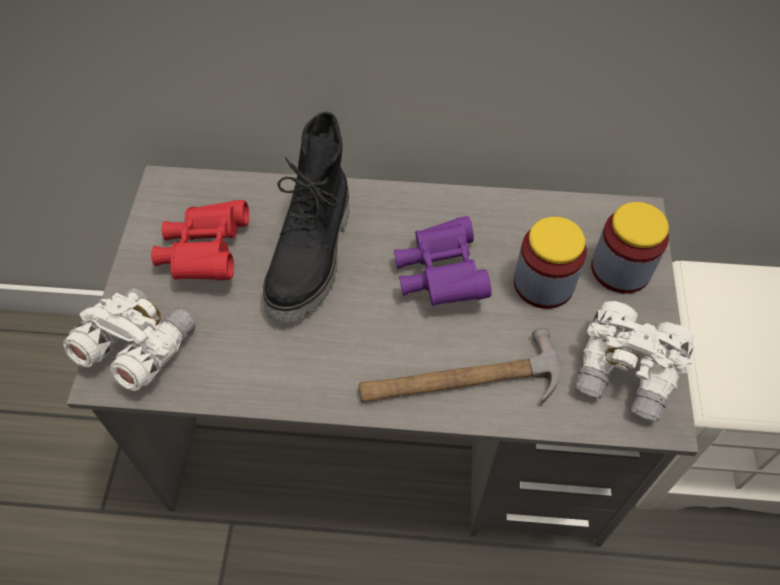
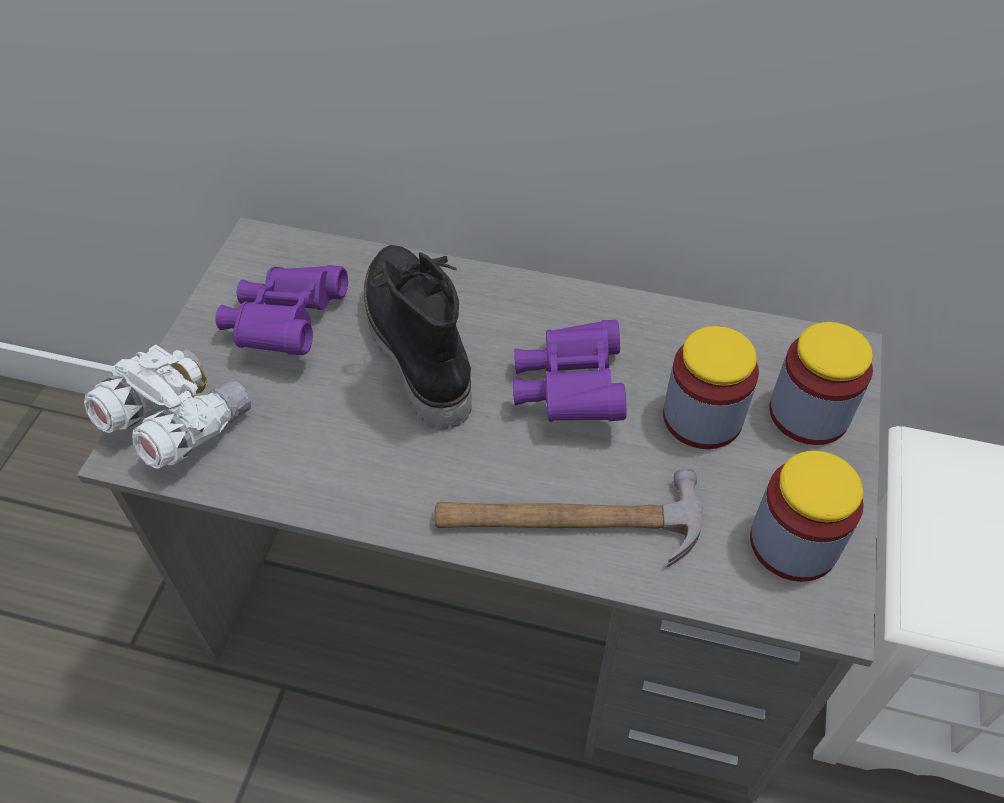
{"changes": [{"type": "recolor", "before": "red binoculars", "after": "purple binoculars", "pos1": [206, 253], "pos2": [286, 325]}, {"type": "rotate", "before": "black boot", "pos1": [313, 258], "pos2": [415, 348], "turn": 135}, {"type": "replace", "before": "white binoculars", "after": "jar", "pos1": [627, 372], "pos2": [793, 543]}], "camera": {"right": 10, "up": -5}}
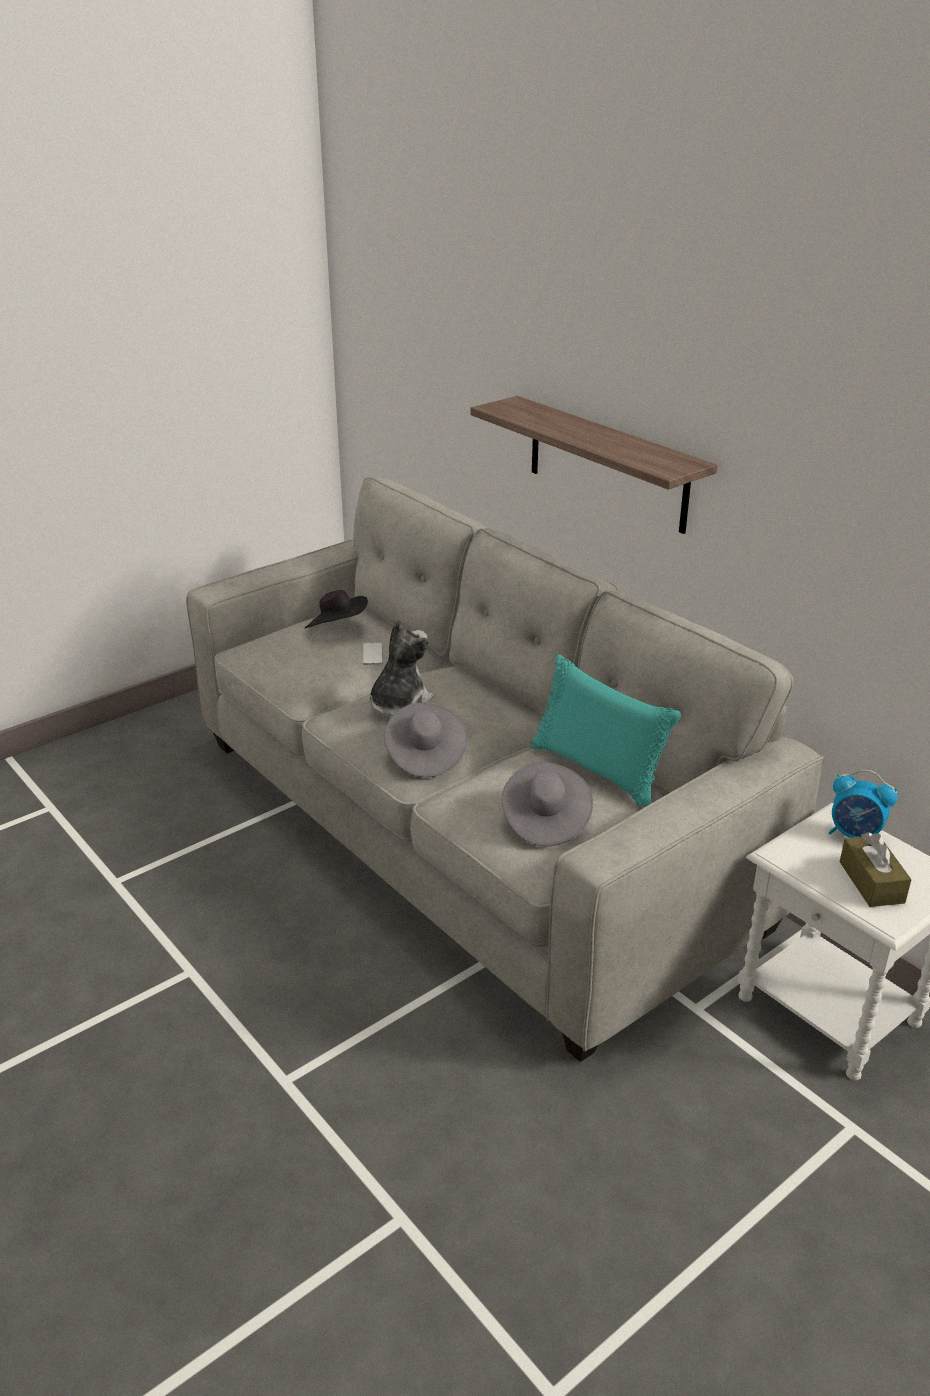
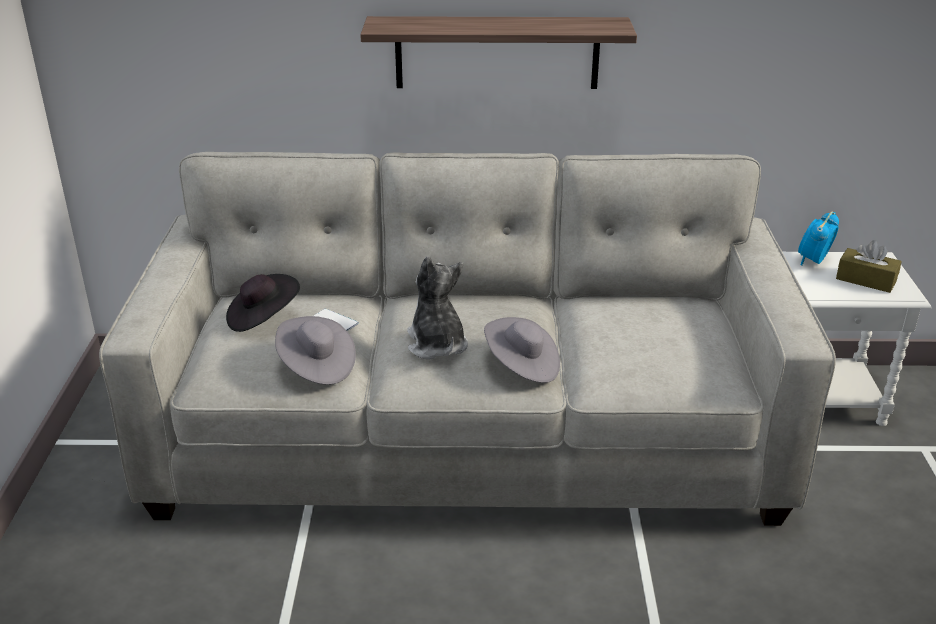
{"changes": [{"type": "move", "before": "grey hat", "pos1": [545, 820], "pos2": [316, 366]}, {"type": "delete", "before": "turquoise pillow", "pos1": [598, 770]}, {"type": "rotate", "before": "alarm clock", "pos1": [855, 835], "pos2": [813, 261], "turn": 150}], "camera": {"right": -50, "up": 0}}
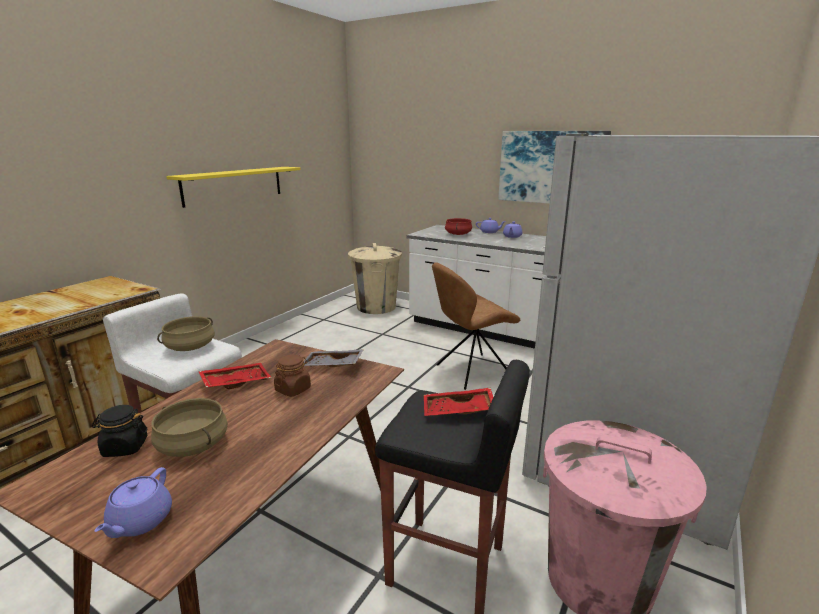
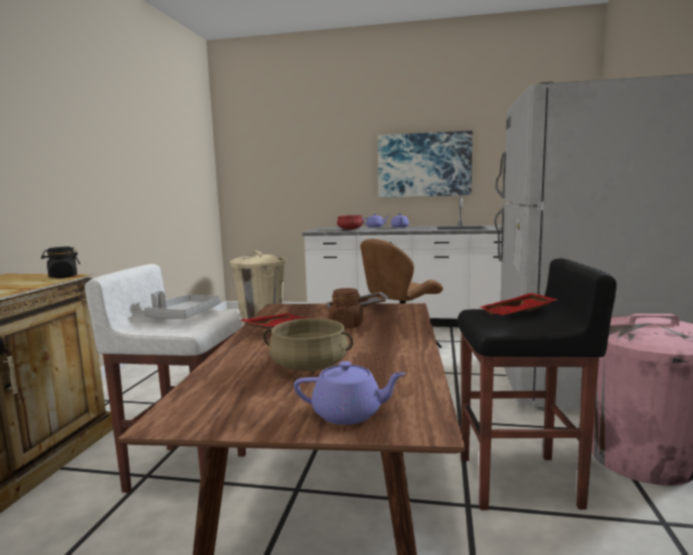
{"changes": [{"type": "move", "before": "black jar", "pos1": [125, 447], "pos2": [63, 276]}, {"type": "rotate", "before": "purple teapot", "pos1": [140, 521], "pos2": [349, 414], "turn": -75}, {"type": "replace", "before": "beige cooking pot", "after": "grey tray", "pos1": [190, 347], "pos2": [184, 316]}, {"type": "delete", "before": "yellow shelf", "pos1": [234, 185]}], "camera": {"right": -20, "up": -10}}
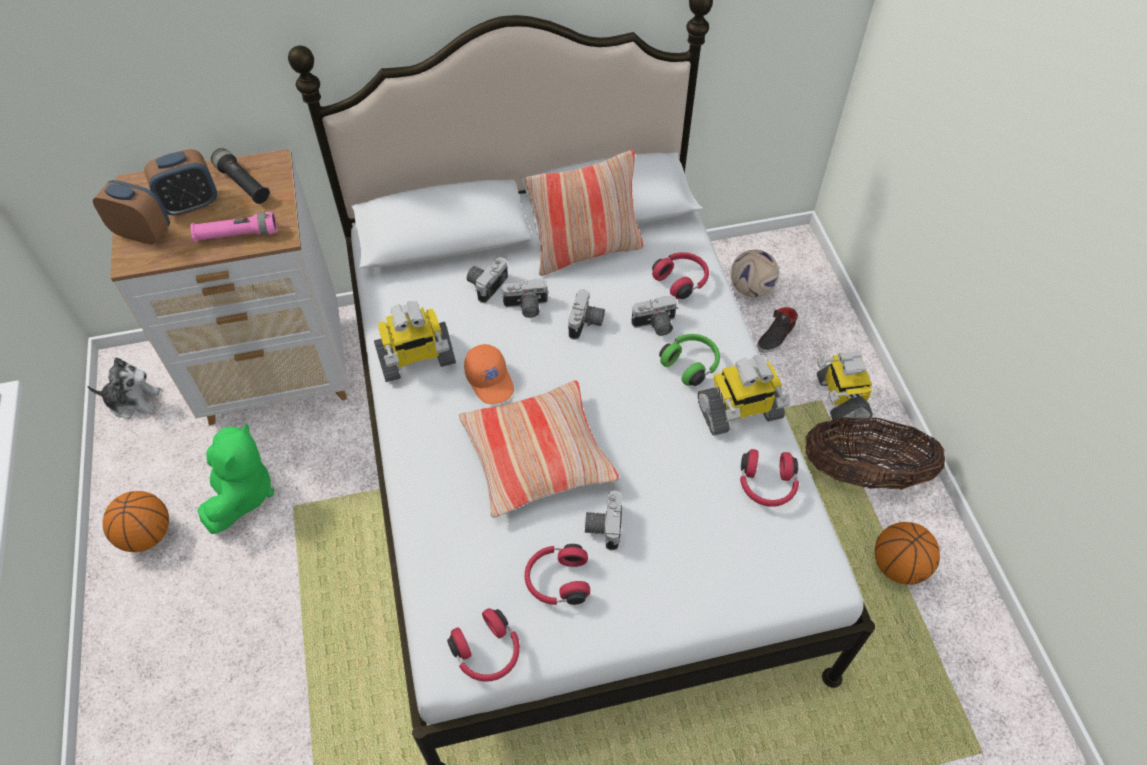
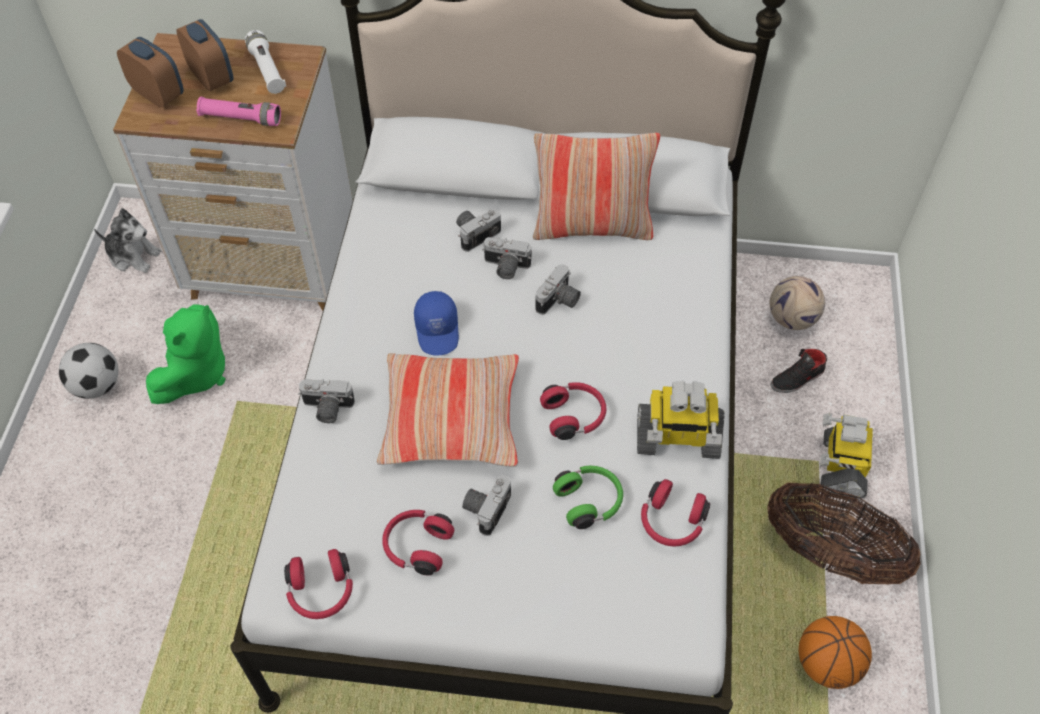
{"changes": [{"type": "replace", "before": "basketball", "after": "football", "pos1": [147, 534], "pos2": [97, 385]}, {"type": "rotate", "before": "alarm clock", "pos1": [191, 204], "pos2": [212, 78], "turn": -120}, {"type": "recolor", "before": "black flashlight", "after": "white flashlight", "pos1": [243, 184], "pos2": [267, 70]}, {"type": "delete", "before": "toy robot", "pos1": [416, 359]}, {"type": "recolor", "before": "orange cap", "after": "blue cap", "pos1": [490, 380], "pos2": [438, 330]}, {"type": "move", "before": "photo camera", "pos1": [655, 326], "pos2": [327, 409]}, {"type": "move", "before": "red headphones", "pos1": [681, 280], "pos2": [574, 416]}, {"type": "move", "before": "green headphones", "pos1": [691, 364], "pos2": [589, 501]}], "camera": {"right": 20, "up": 0}}
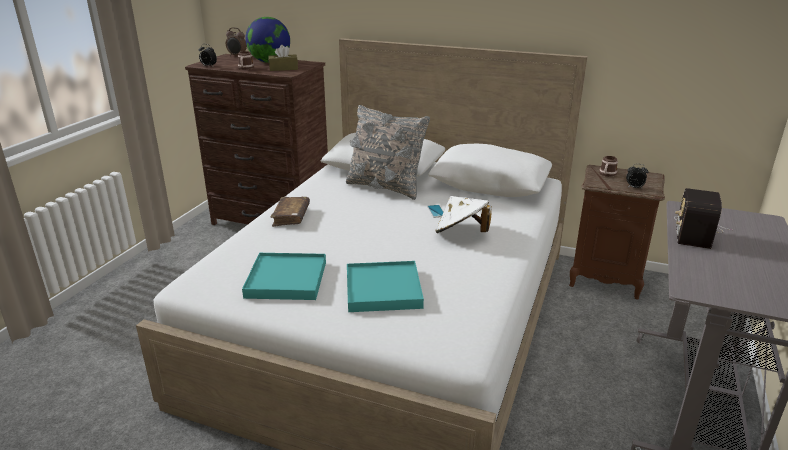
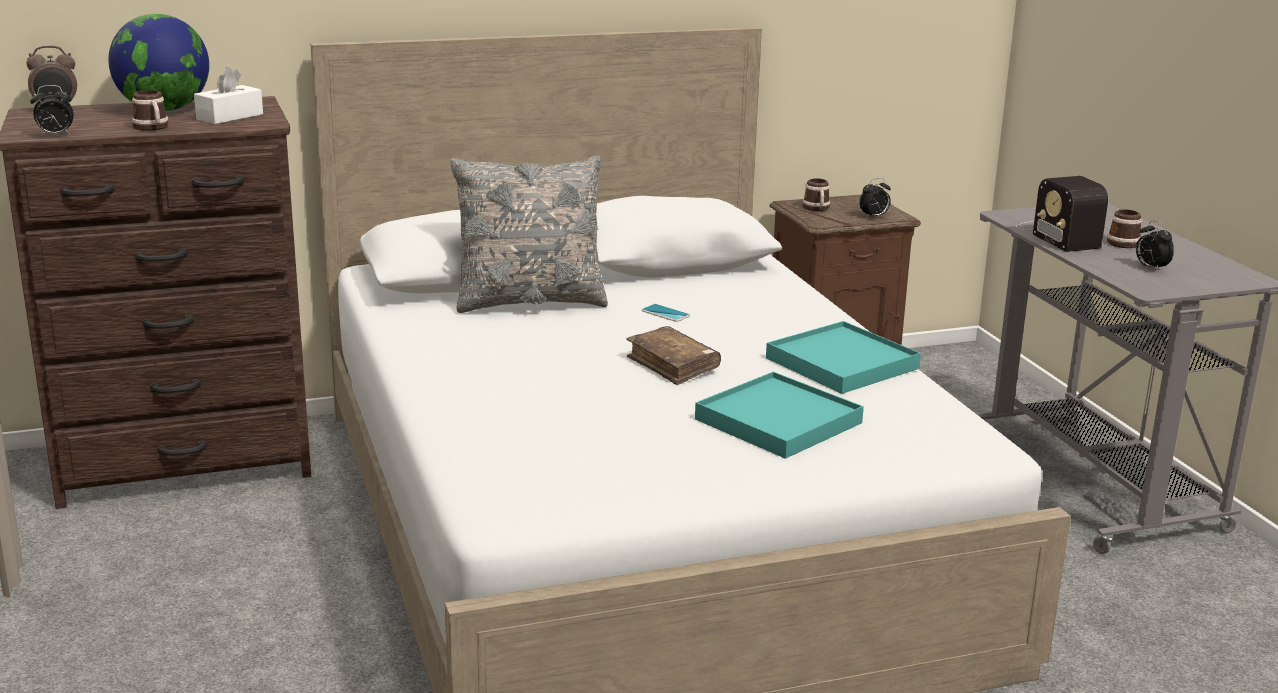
{"changes": [{"type": "move", "before": "turquoise tray", "pos1": [286, 279], "pos2": [841, 363]}, {"type": "recolor", "before": "brown tissue box", "after": "white tissue box", "pos1": [283, 68], "pos2": [230, 117]}, {"type": "move", "before": "brown book", "pos1": [291, 217], "pos2": [673, 365]}, {"type": "delete", "before": "white hat", "pos1": [461, 233]}, {"type": "insert", "after": "mug", "pos2": [1121, 242]}, {"type": "insert", "after": "alarm clock", "pos2": [1150, 268]}], "camera": {"right": -40, "up": -5}}
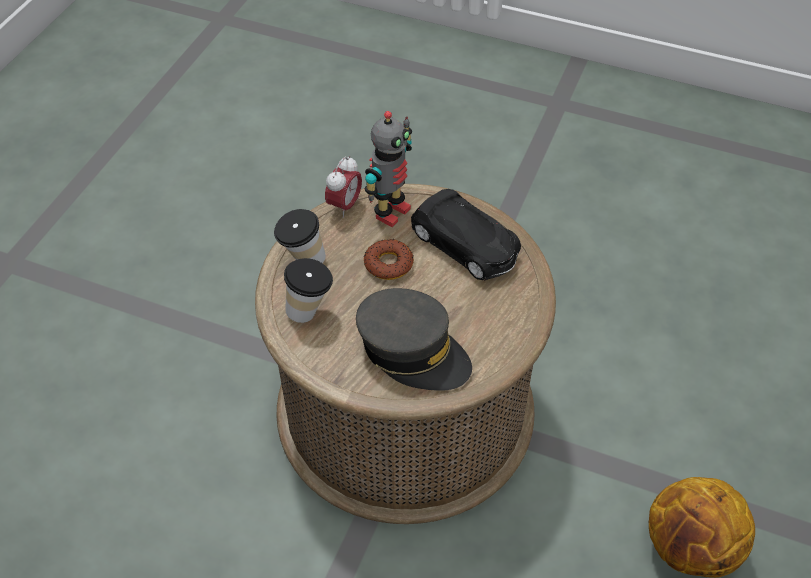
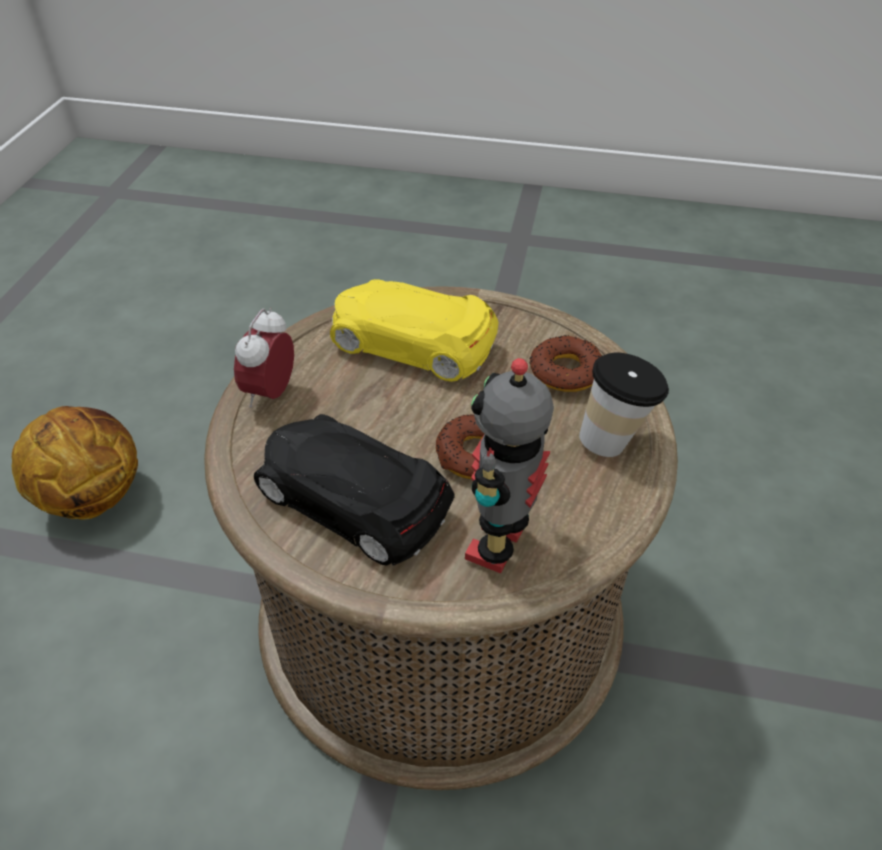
{"changes": [{"type": "replace", "before": "cup", "after": "donut", "pos1": [310, 311], "pos2": [566, 371]}, {"type": "move", "before": "alarm clock", "pos1": [344, 206], "pos2": [271, 393]}, {"type": "replace", "before": "grey cap", "after": "yellow toy car", "pos1": [413, 351], "pos2": [411, 343]}], "camera": {"right": 170, "up": -5}}
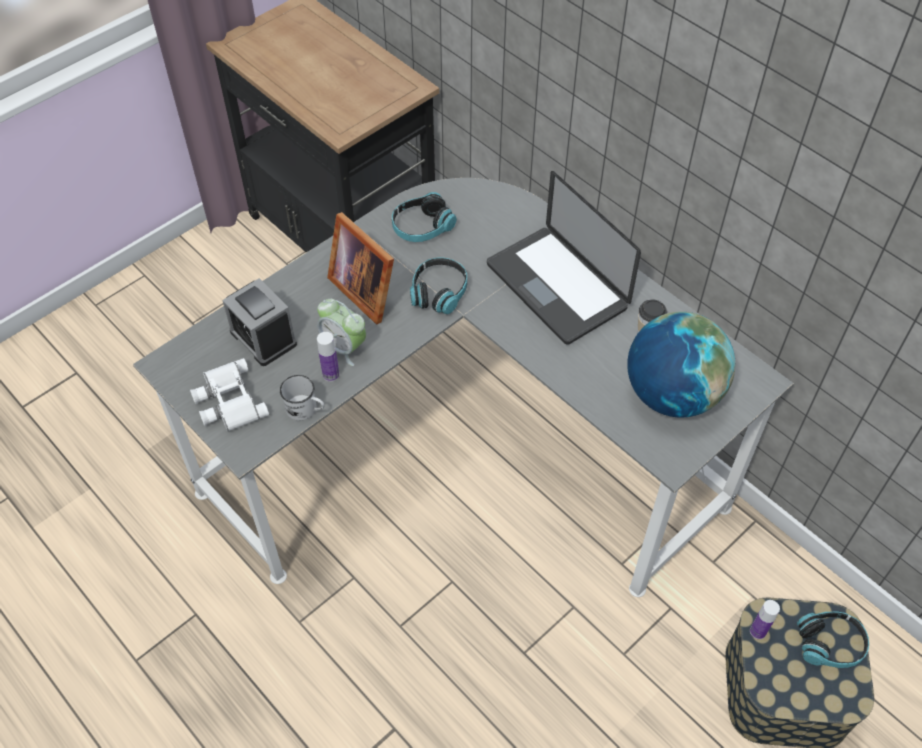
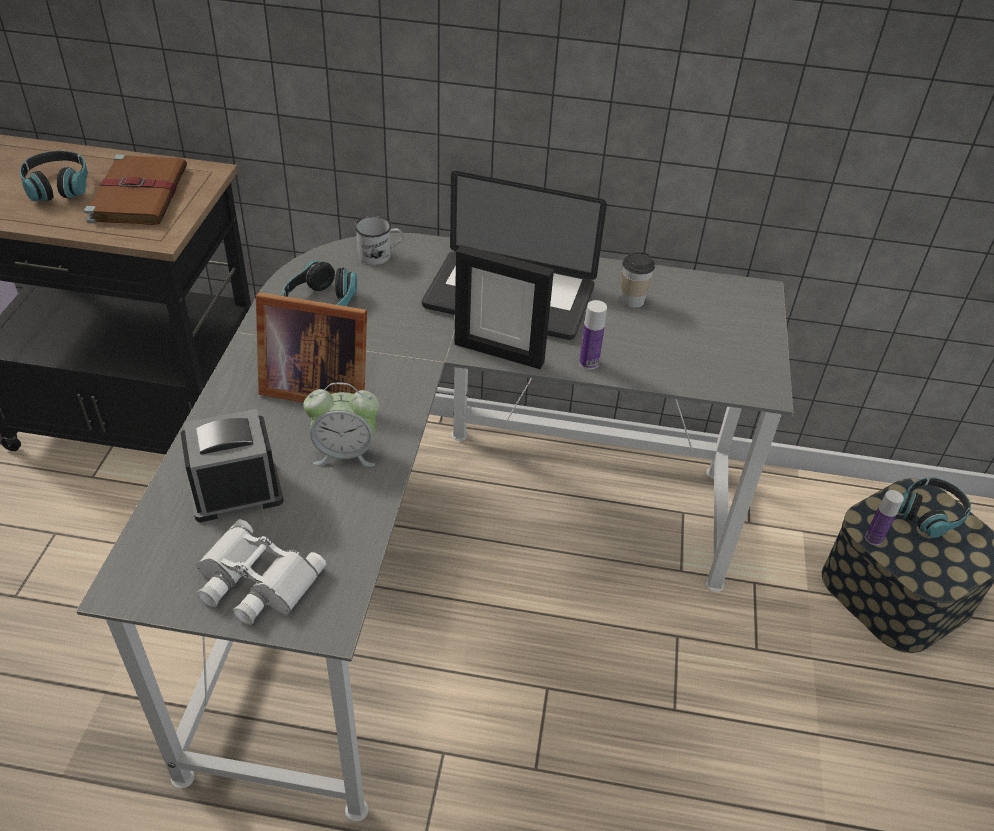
{"changes": [{"type": "rotate", "before": "alarm clock", "pos1": [263, 338], "pos2": [236, 491], "turn": 150}, {"type": "move", "before": "white mug", "pos1": [306, 410], "pos2": [380, 255]}, {"type": "move", "before": "bottle", "pos1": [331, 375], "pos2": [588, 363]}, {"type": "move", "before": "headphones", "pos1": [439, 292], "pos2": [58, 187]}, {"type": "delete", "before": "globe", "pos1": [672, 394]}, {"type": "insert", "after": "brown book", "pos2": [139, 193]}, {"type": "insert", "after": "picture frame", "pos2": [499, 352]}], "camera": {"right": -40, "up": -10}}
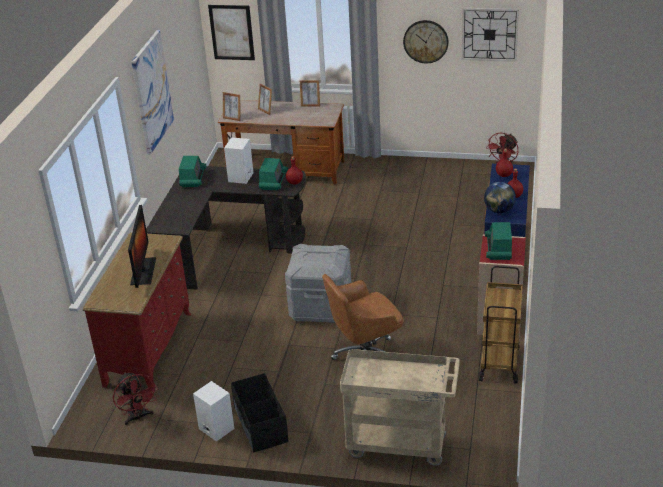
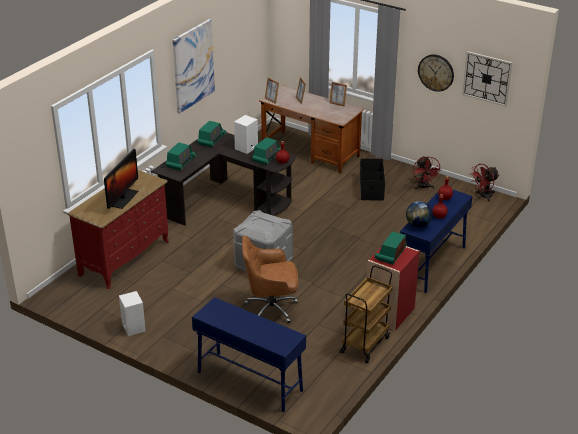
{"changes": [{"type": "move", "before": "red fan", "pos1": [138, 417], "pos2": [424, 187]}, {"type": "delete", "before": "picture", "pos1": [231, 32]}, {"type": "move", "before": "black storage box", "pos1": [260, 425], "pos2": [371, 189]}, {"type": "replace", "before": "beige cart", "after": "blue console table", "pos1": [401, 447], "pos2": [250, 381]}, {"type": "insert", "after": "radio", "pos2": [181, 162]}], "camera": {"right": 20, "up": 0}}
